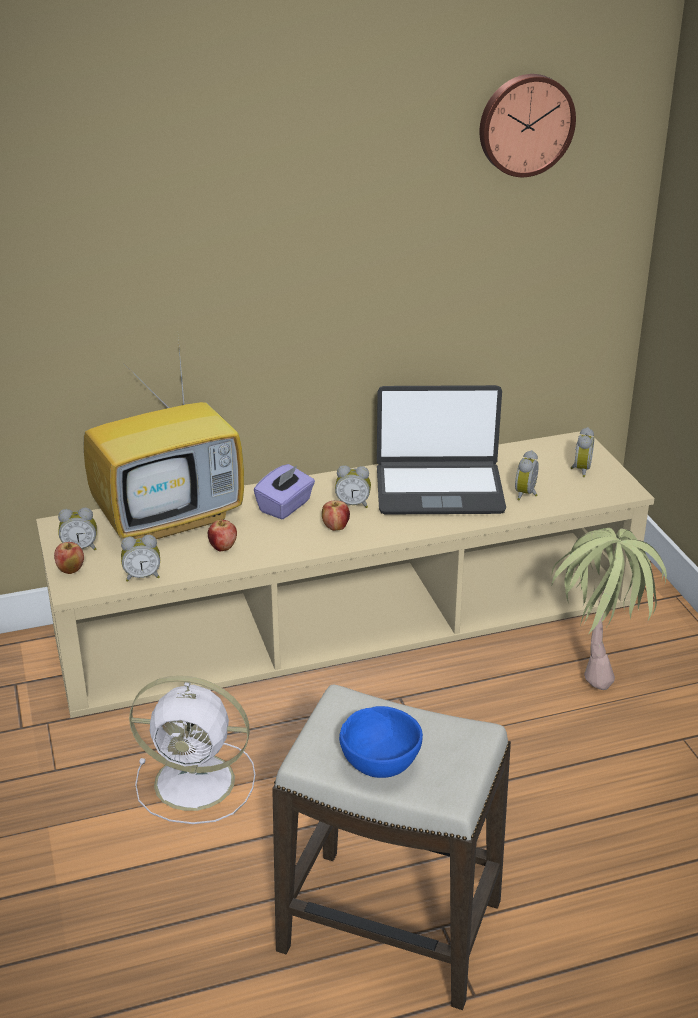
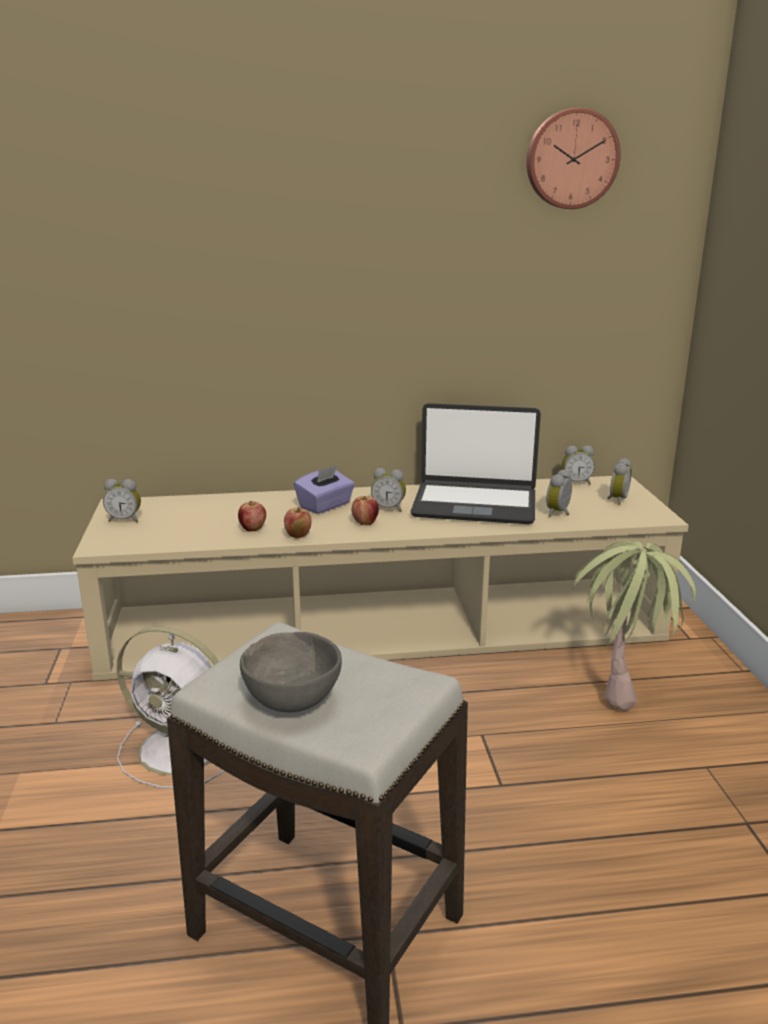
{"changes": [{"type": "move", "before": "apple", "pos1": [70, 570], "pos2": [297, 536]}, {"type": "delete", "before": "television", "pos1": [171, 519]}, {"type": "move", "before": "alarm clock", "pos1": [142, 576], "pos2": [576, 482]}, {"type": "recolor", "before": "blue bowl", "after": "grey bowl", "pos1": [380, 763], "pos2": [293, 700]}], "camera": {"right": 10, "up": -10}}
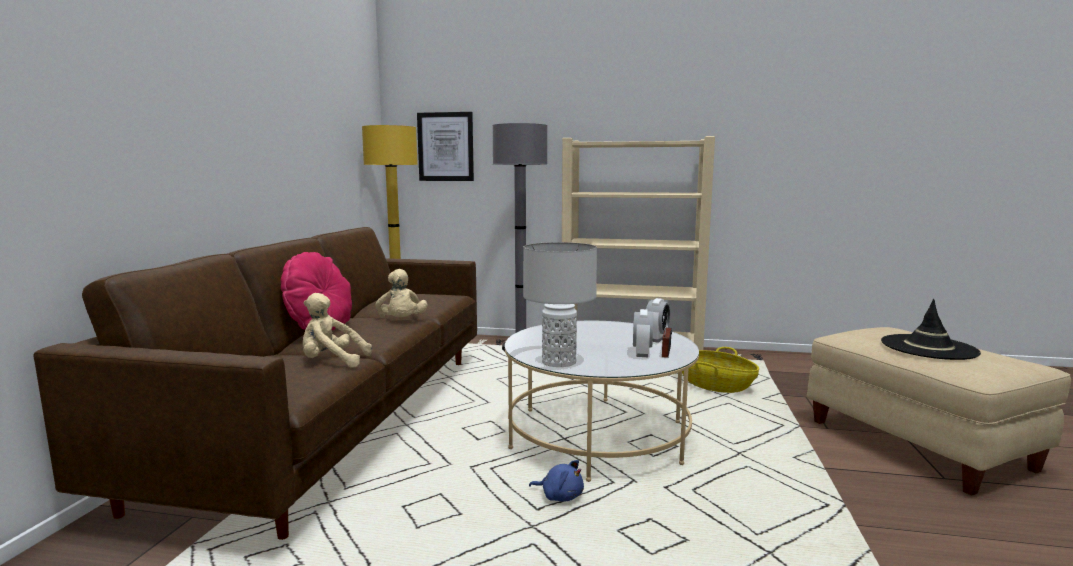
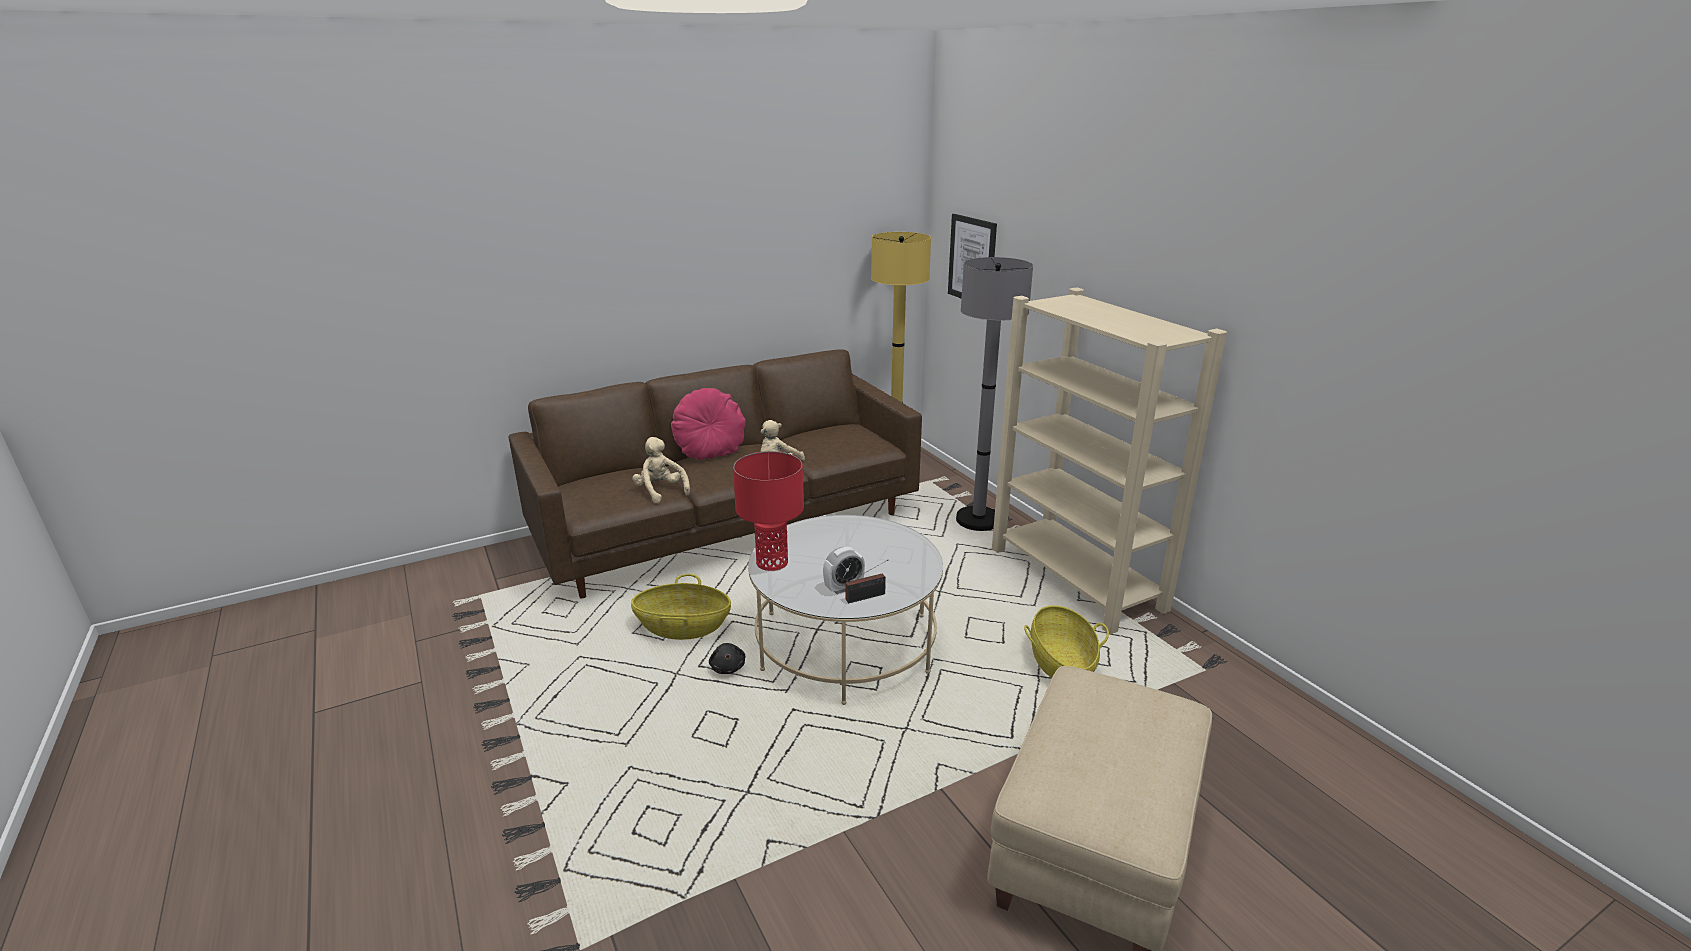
{"changes": [{"type": "recolor", "before": "white table lamp", "after": "red table lamp", "pos1": [559, 361], "pos2": [772, 562]}, {"type": "recolor", "before": "blue plush toy", "after": "black plush toy", "pos1": [560, 496], "pos2": [728, 667]}, {"type": "delete", "before": "alarm clock", "pos1": [656, 339]}, {"type": "delete", "before": "black hat", "pos1": [928, 347]}, {"type": "insert", "after": "basket", "pos2": [683, 627]}], "camera": {"right": 50, "up": 15}}
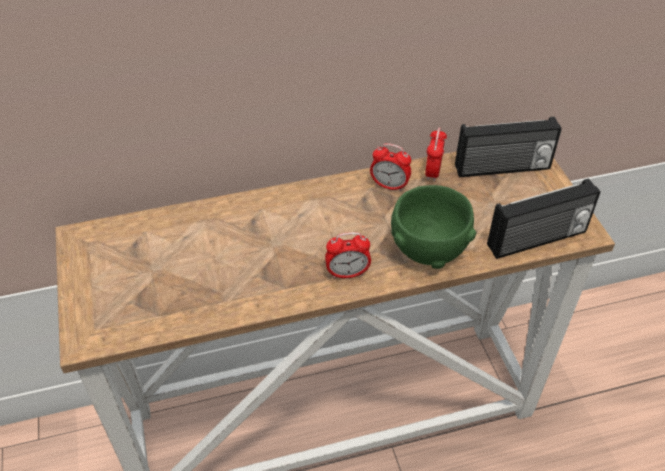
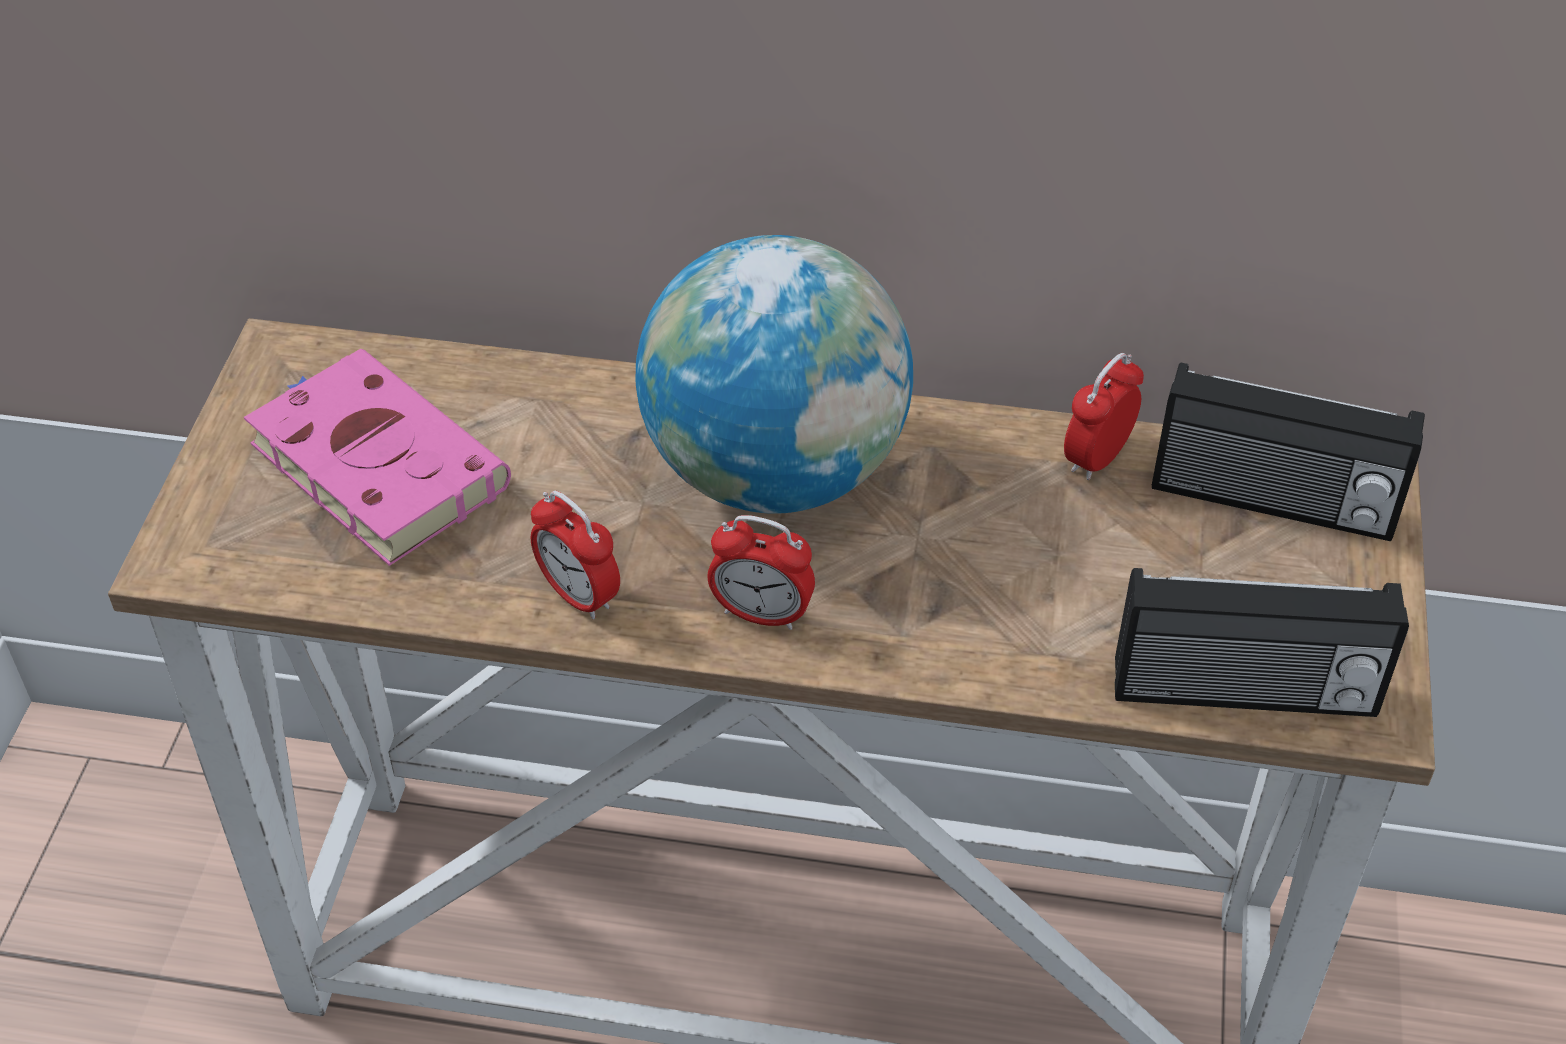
{"changes": [{"type": "move", "before": "alarm clock", "pos1": [389, 186], "pos2": [579, 595]}, {"type": "delete", "before": "green bowl", "pos1": [428, 250]}, {"type": "insert", "after": "pink book", "pos2": [373, 463]}, {"type": "insert", "after": "globe", "pos2": [775, 471]}], "camera": {"right": 25, "up": 0}}
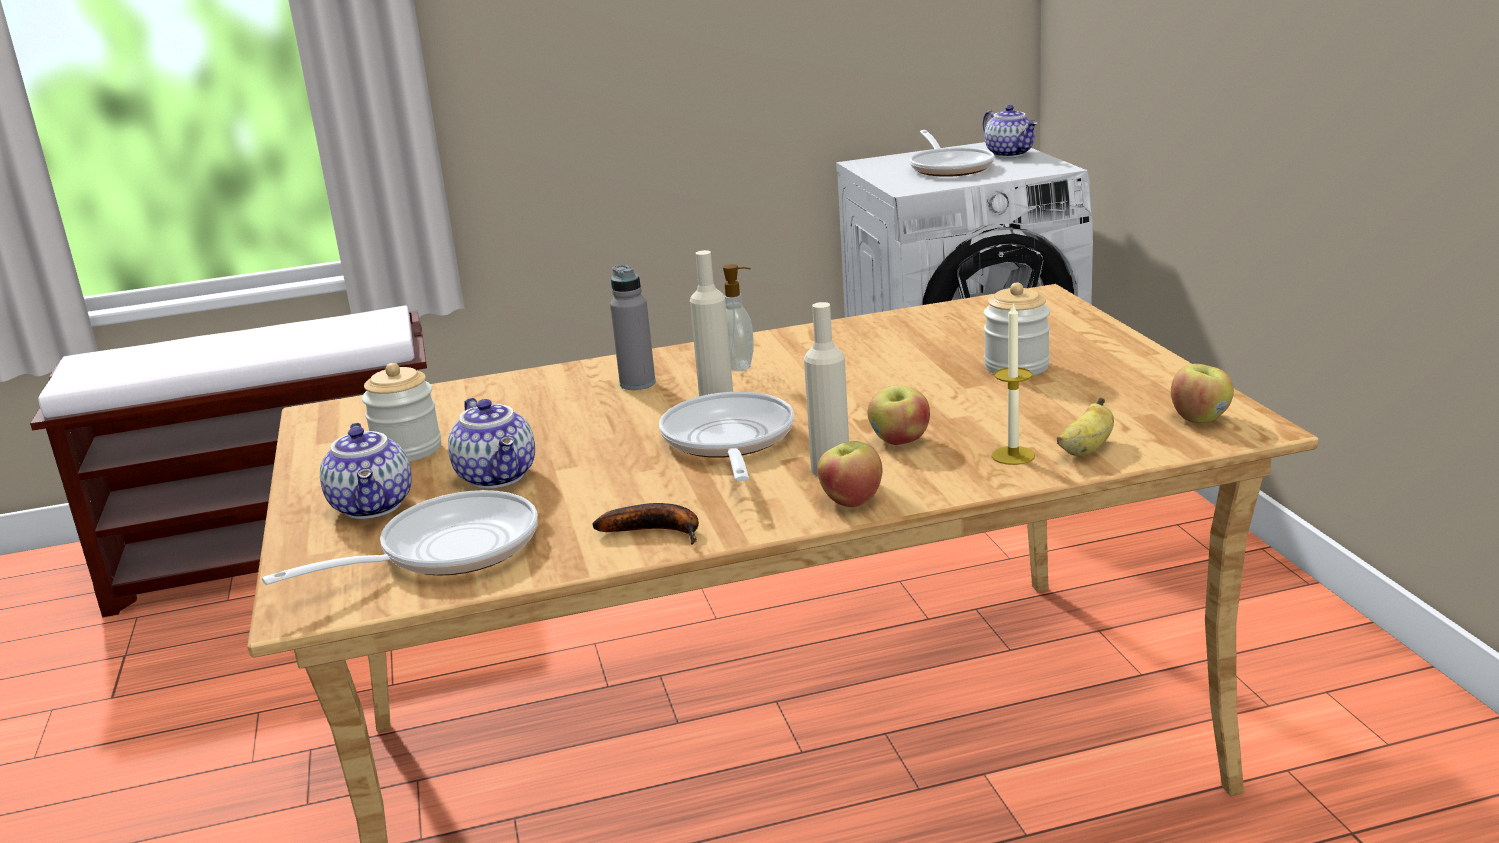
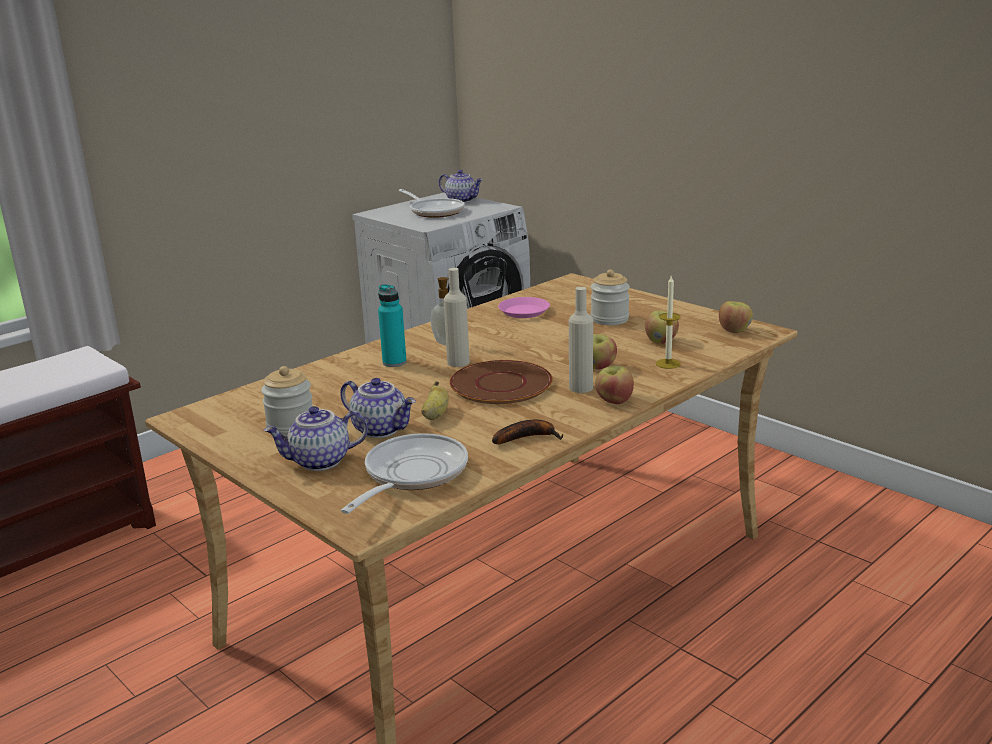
{"changes": [{"type": "rotate", "before": "teapot", "pos1": [374, 506], "pos2": [320, 462], "turn": 120}, {"type": "recolor", "before": "grey bottle", "after": "turquoise bottle", "pos1": [637, 383], "pos2": [394, 362]}, {"type": "replace", "before": "frying pan", "after": "brown plate", "pos1": [728, 442], "pos2": [501, 384]}, {"type": "move", "before": "banana", "pos1": [1086, 449], "pos2": [435, 415]}, {"type": "insert", "after": "pink plate", "pos2": [524, 312]}, {"type": "insert", "after": "apple", "pos2": [661, 341]}], "camera": {"right": -30, "up": 0}}
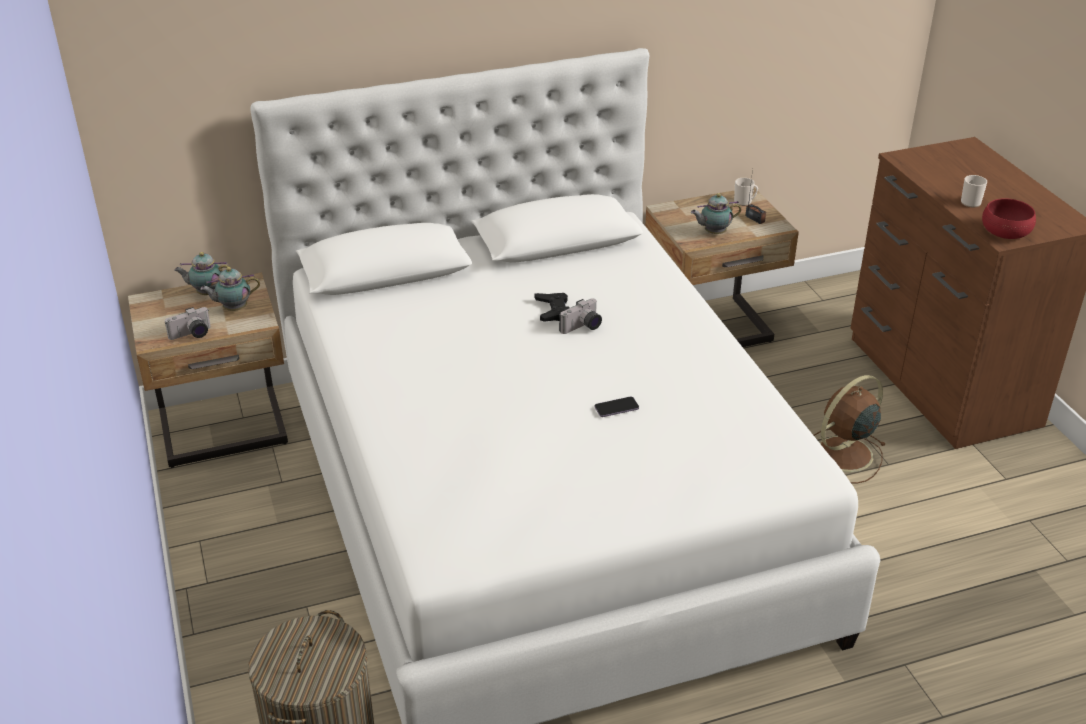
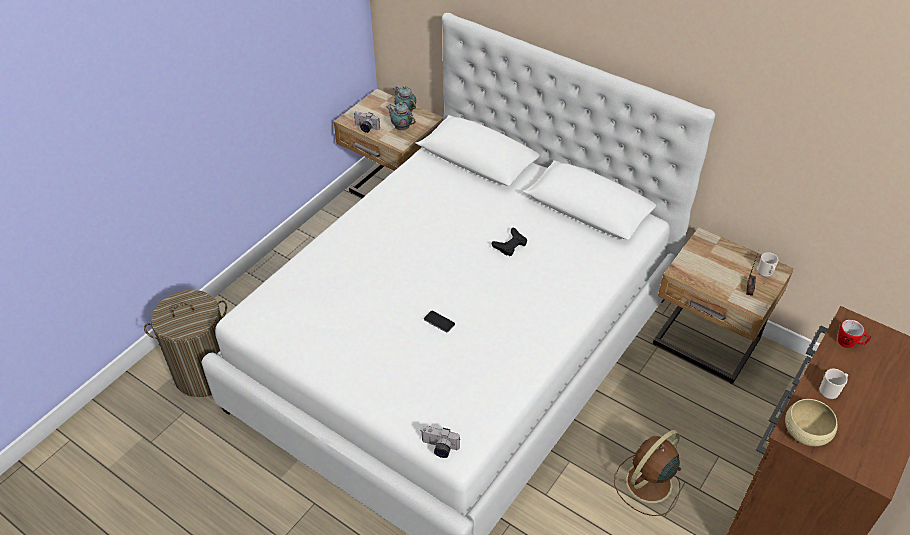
{"changes": [{"type": "move", "before": "photo camera", "pos1": [582, 328], "pos2": [439, 448]}, {"type": "delete", "before": "teapot", "pos1": [713, 233]}, {"type": "rotate", "before": "brown fan", "pos1": [842, 455], "pos2": [647, 484], "turn": -60}, {"type": "recolor", "before": "red bowl", "after": "beige bowl", "pos1": [1005, 231], "pos2": [806, 430]}, {"type": "insert", "after": "mug", "pos2": [849, 343]}], "camera": {"right": 55, "up": 10}}
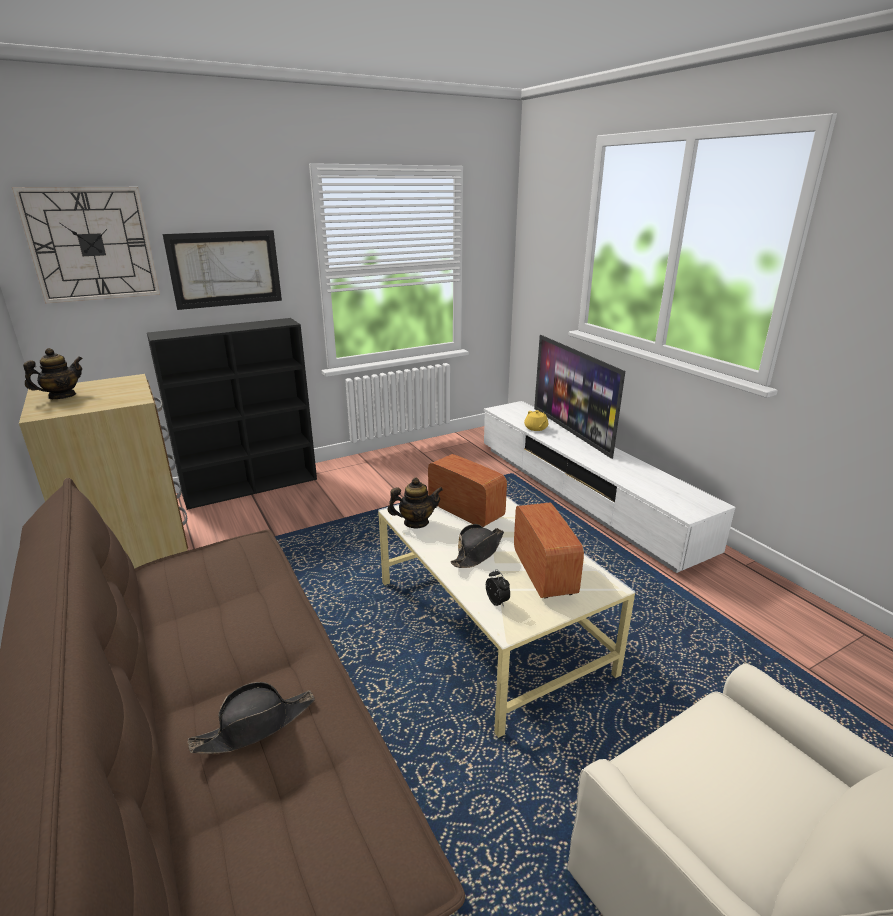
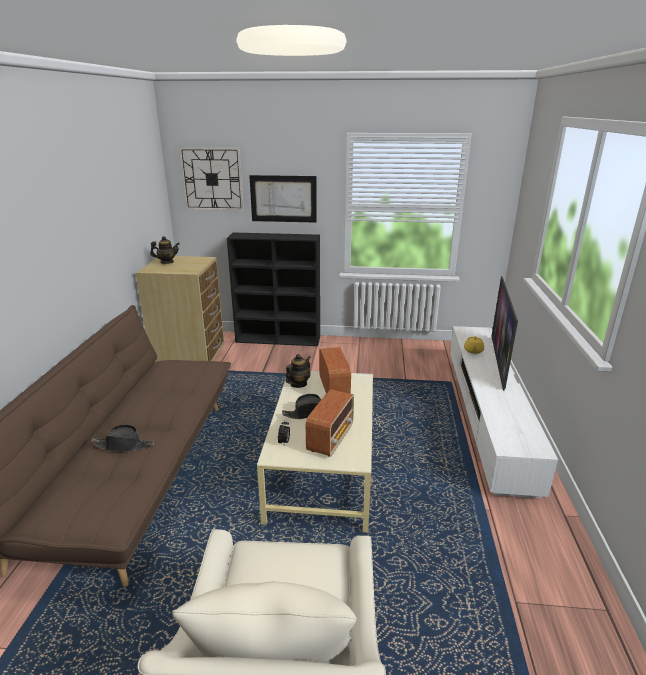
{"changes": [{"type": "rotate", "before": "teapot", "pos1": [416, 522], "pos2": [298, 384], "turn": -75}], "camera": {"right": 35, "up": 0}}
